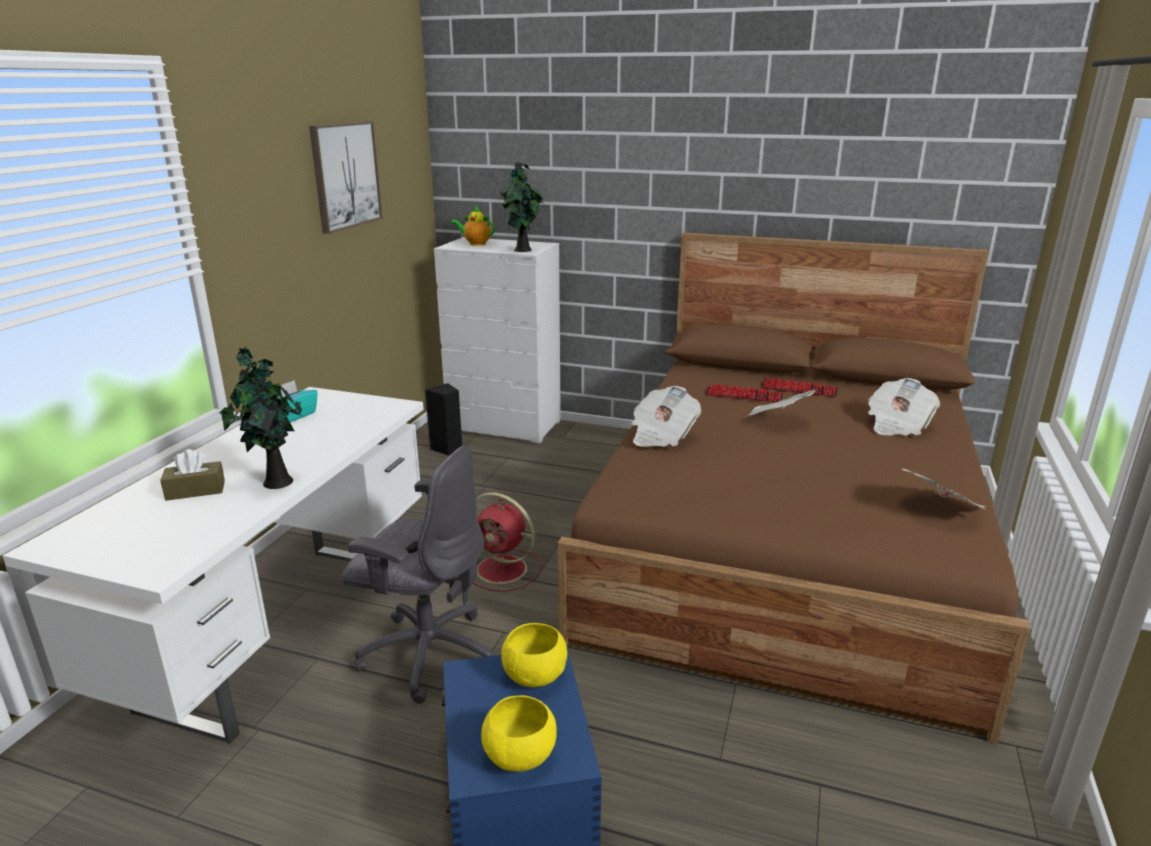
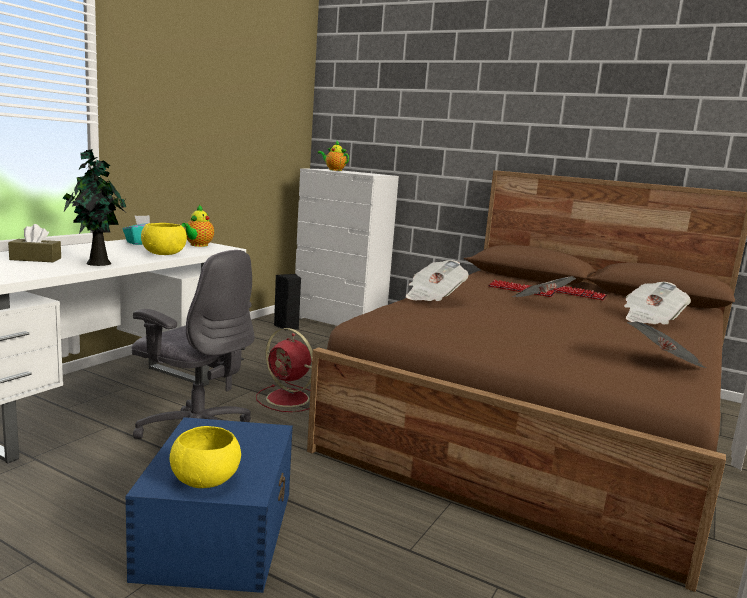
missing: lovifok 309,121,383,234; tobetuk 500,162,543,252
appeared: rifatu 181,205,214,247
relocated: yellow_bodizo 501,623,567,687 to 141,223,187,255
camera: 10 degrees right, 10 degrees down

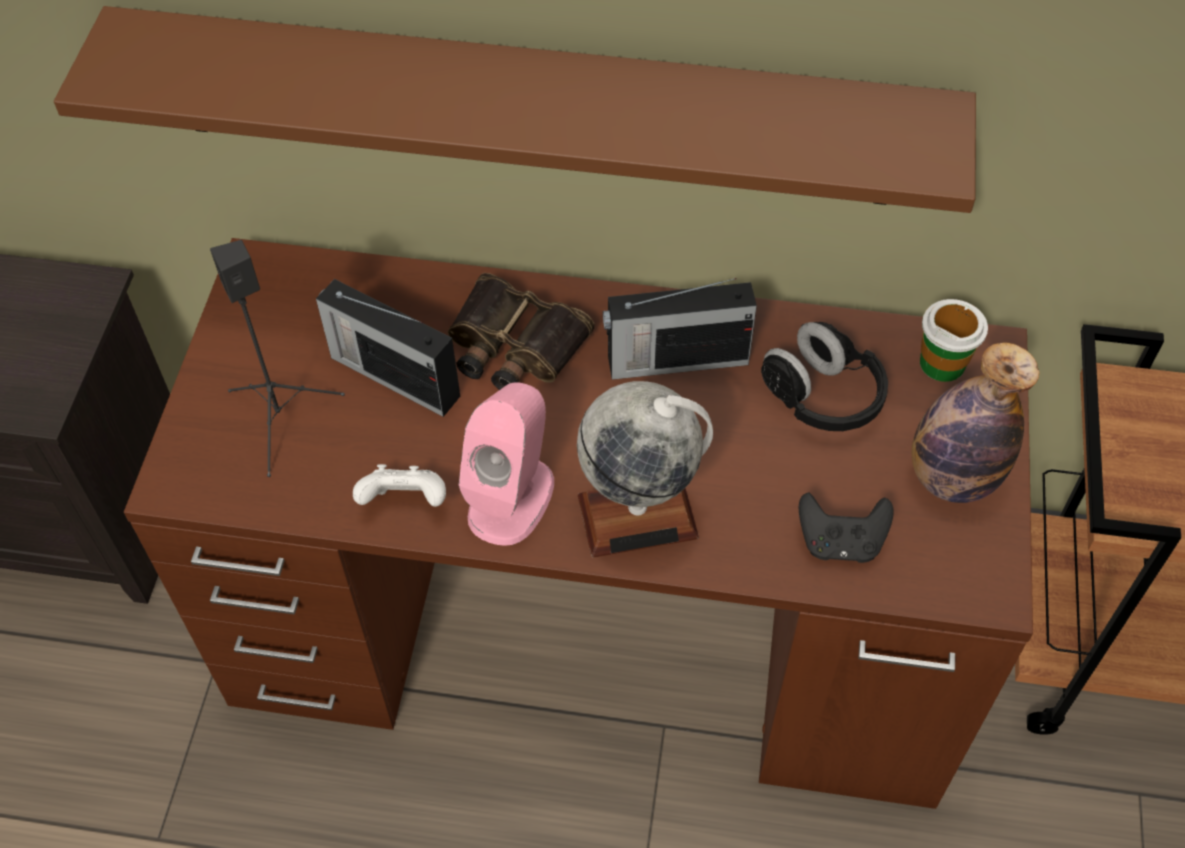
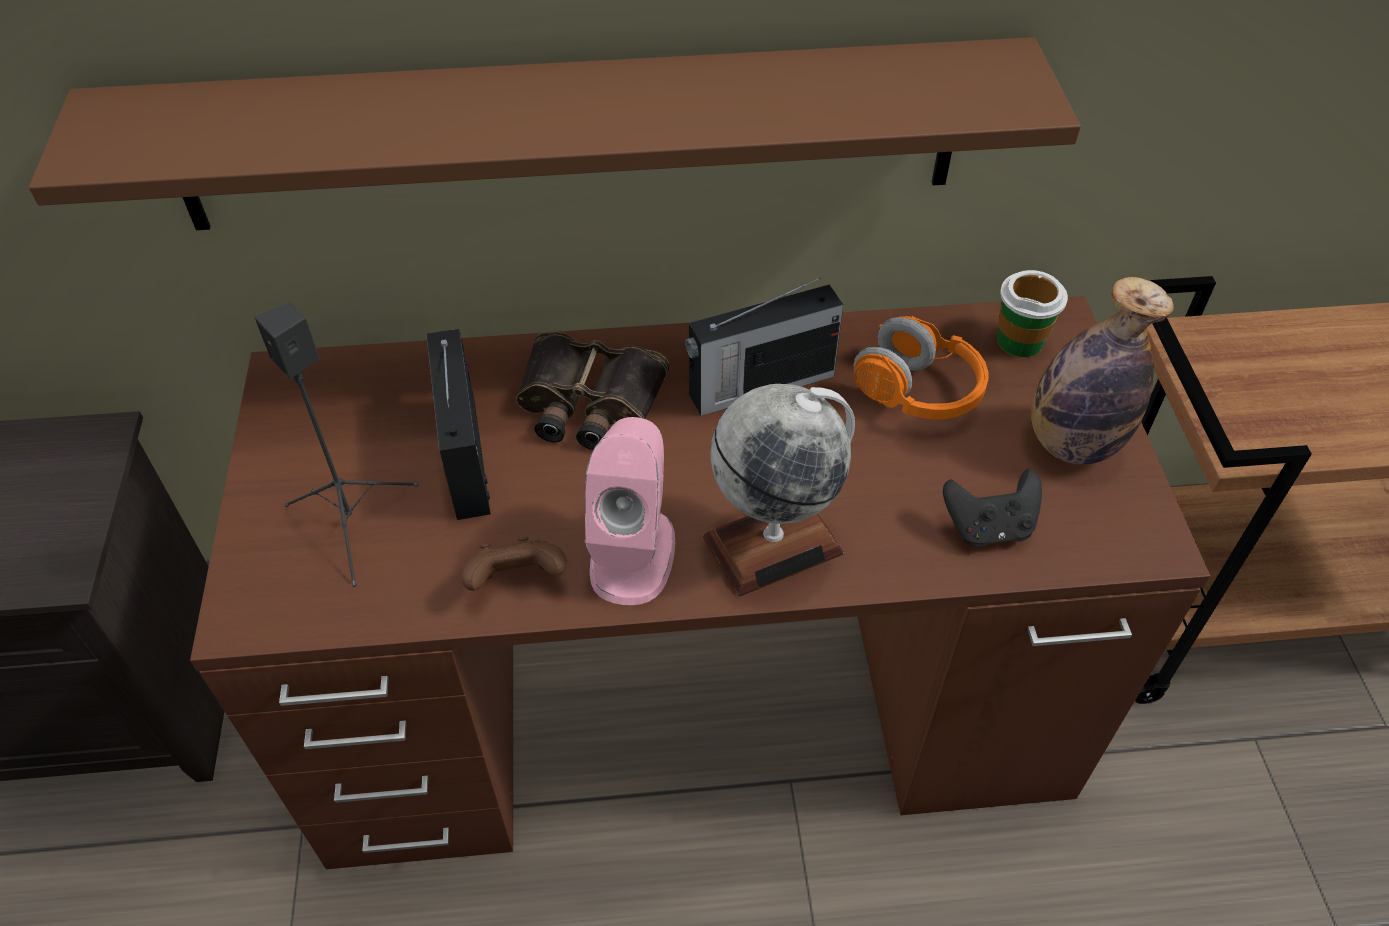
colour: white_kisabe 353,464,446,507 to brown_kisabe 461,537,567,591; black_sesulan 761,322,888,431 to orange_sesulan 854,316,989,419
spun: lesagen 316,279,460,417 = 426,329,490,520 60 degrees clockwise
camera: 15 degrees left, 5 degrees down

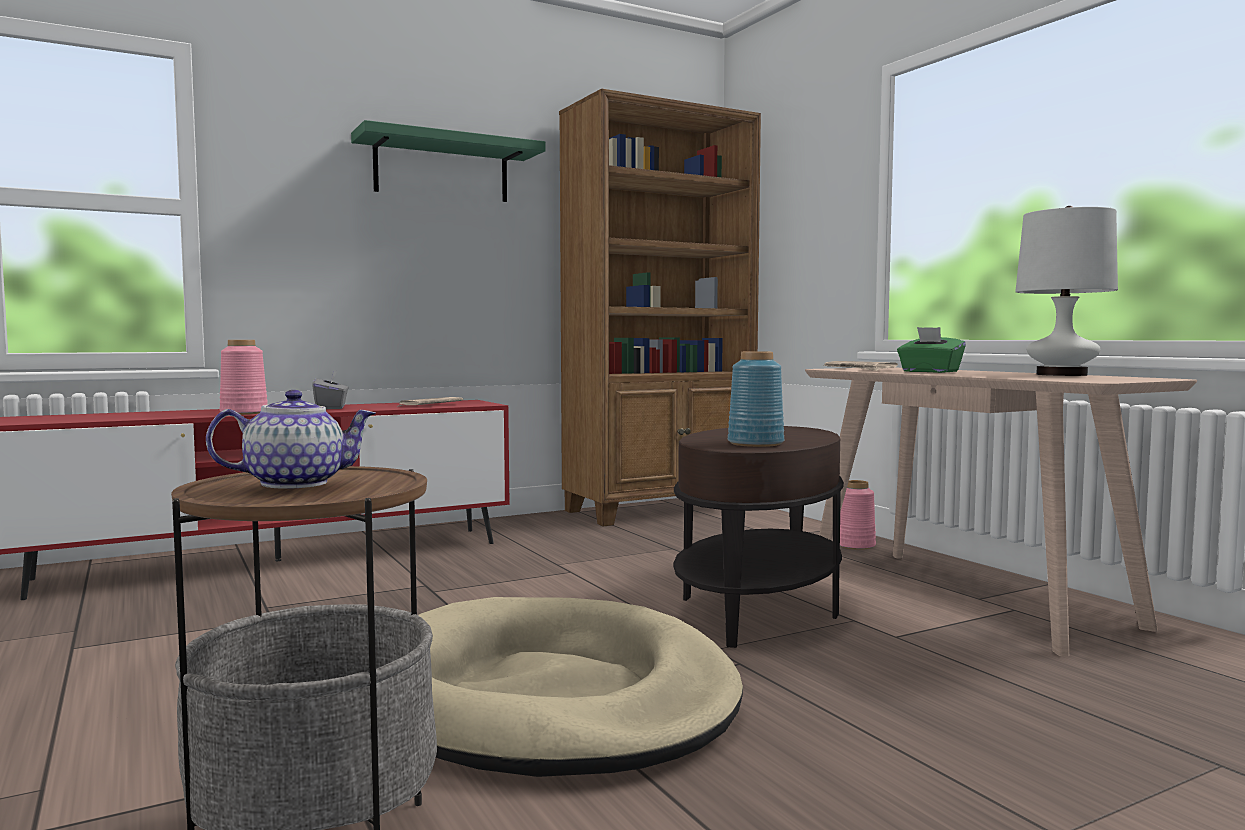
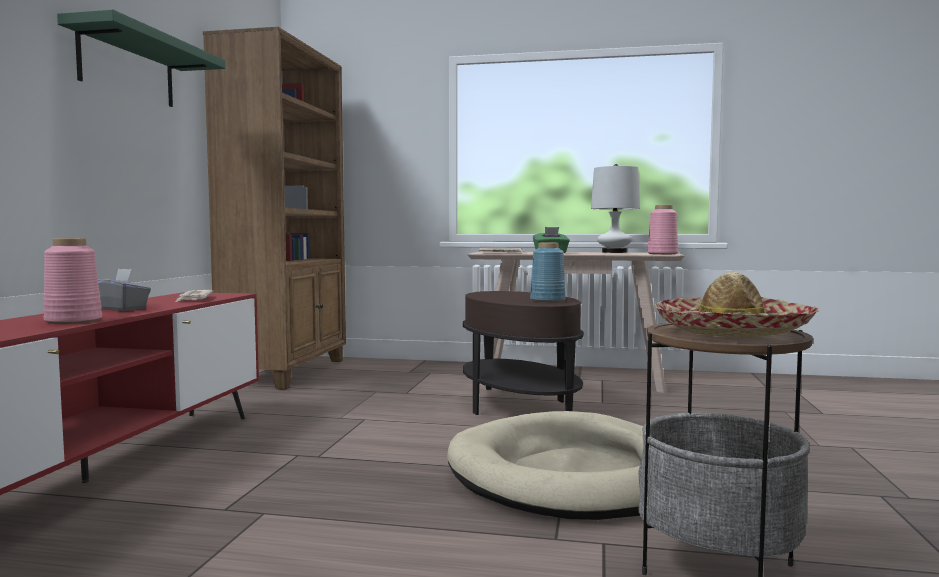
relocated: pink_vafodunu 840,480,876,550 to 647,205,678,255
exchanged: rifatu 206,390,376,489 to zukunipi 654,272,819,337
camera: 50 degrees left, 0 degrees up

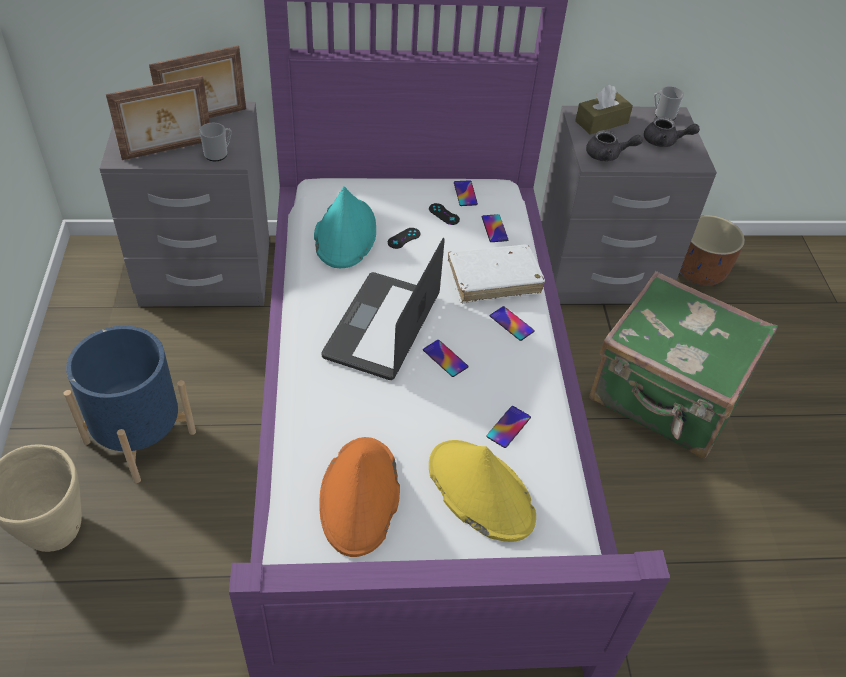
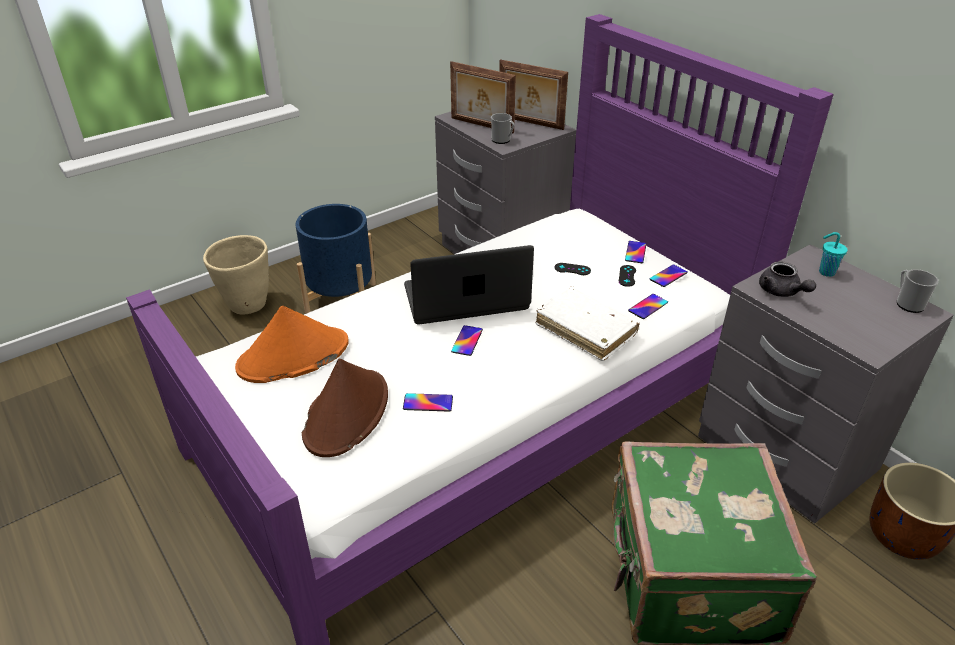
missing: turquoise_zukunipi 314,187,376,268; grey_rifatu 644,117,700,147
relocated: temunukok 490,306,535,341 to 625,241,646,263
exchanged: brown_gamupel 575,85,633,134 to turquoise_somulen 819,232,847,277
colour: yellow_zukunipi 429,440,536,542 to brown_zukunipi 302,358,388,457
camera: 60 degrees right, 10 degrees down

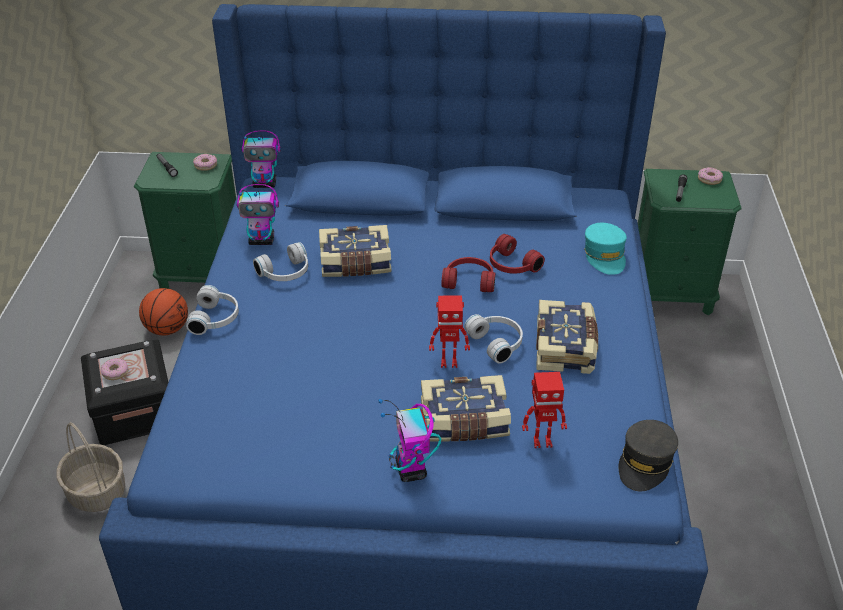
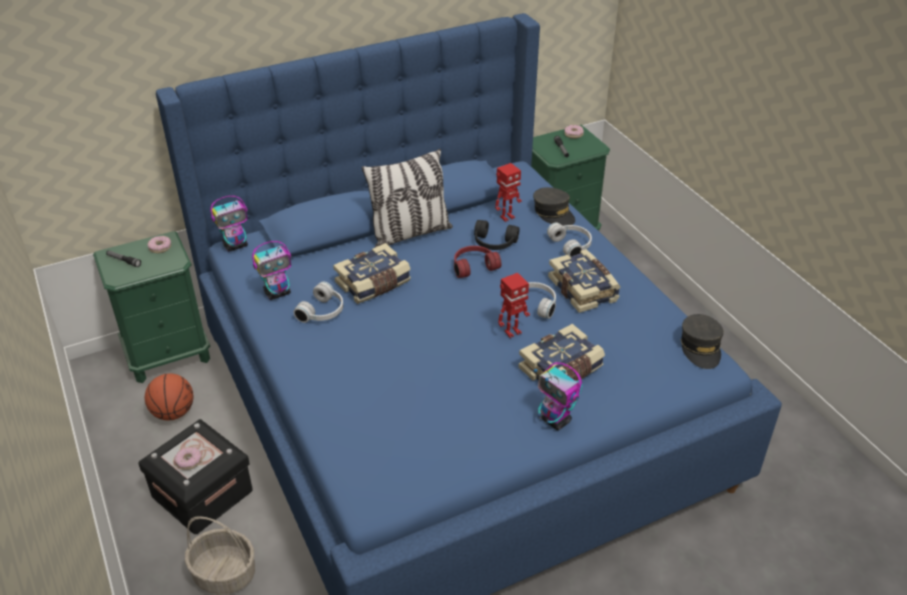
appeared: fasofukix 362,149,453,247
relocated: white_sesulan 186,285,239,335 to 547,222,592,257; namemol 522,372,567,448 to 495,163,522,222
colour: red_sesulan 490,234,545,274 to black_sesulan 474,220,519,250; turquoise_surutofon 584,223,627,275 to grey_surutofon 533,187,575,226
camera: 30 degrees left, 0 degrees up

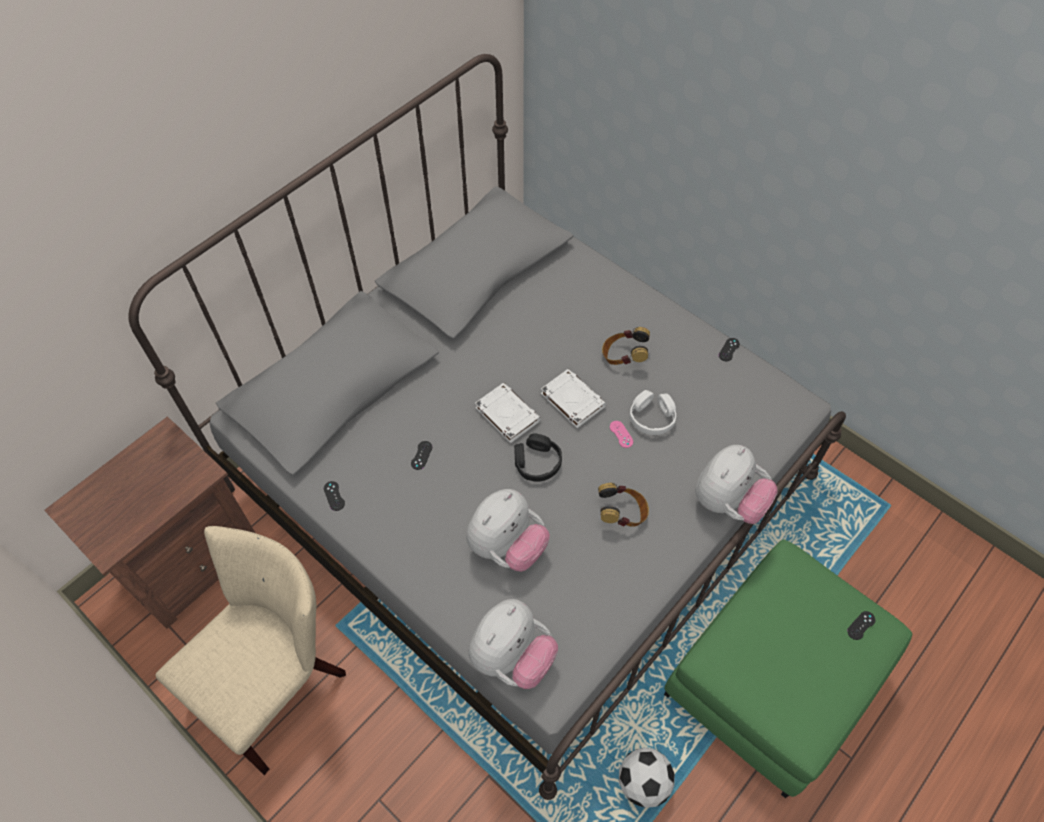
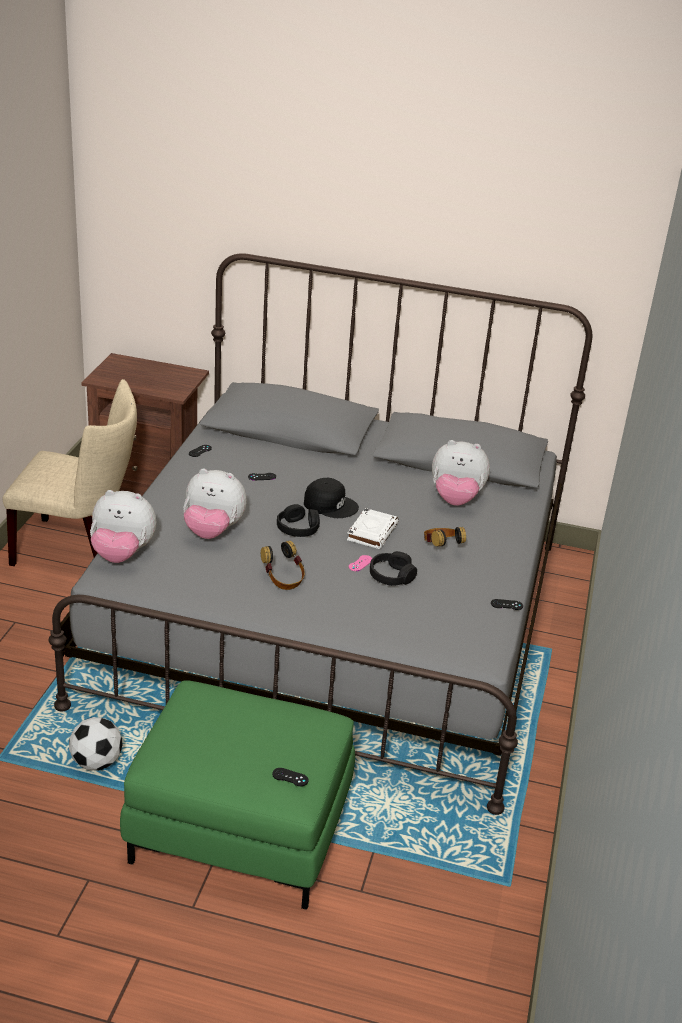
relocated: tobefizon 695,445,778,524 to 432,440,490,506
exchanged: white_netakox 475,383,541,443 to black_surutofon 304,478,359,518
colour: white_sesulan 629,390,676,435 to black_sesulan 370,551,417,586
camera: 60 degrees right, 25 degrees down

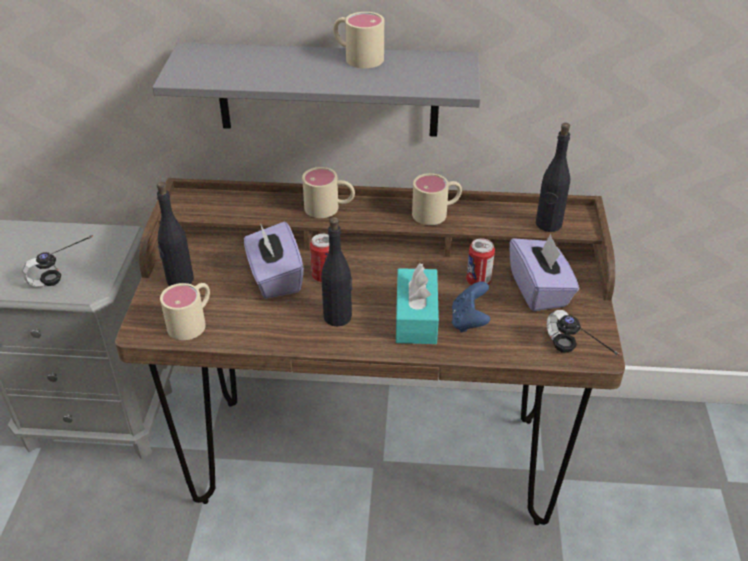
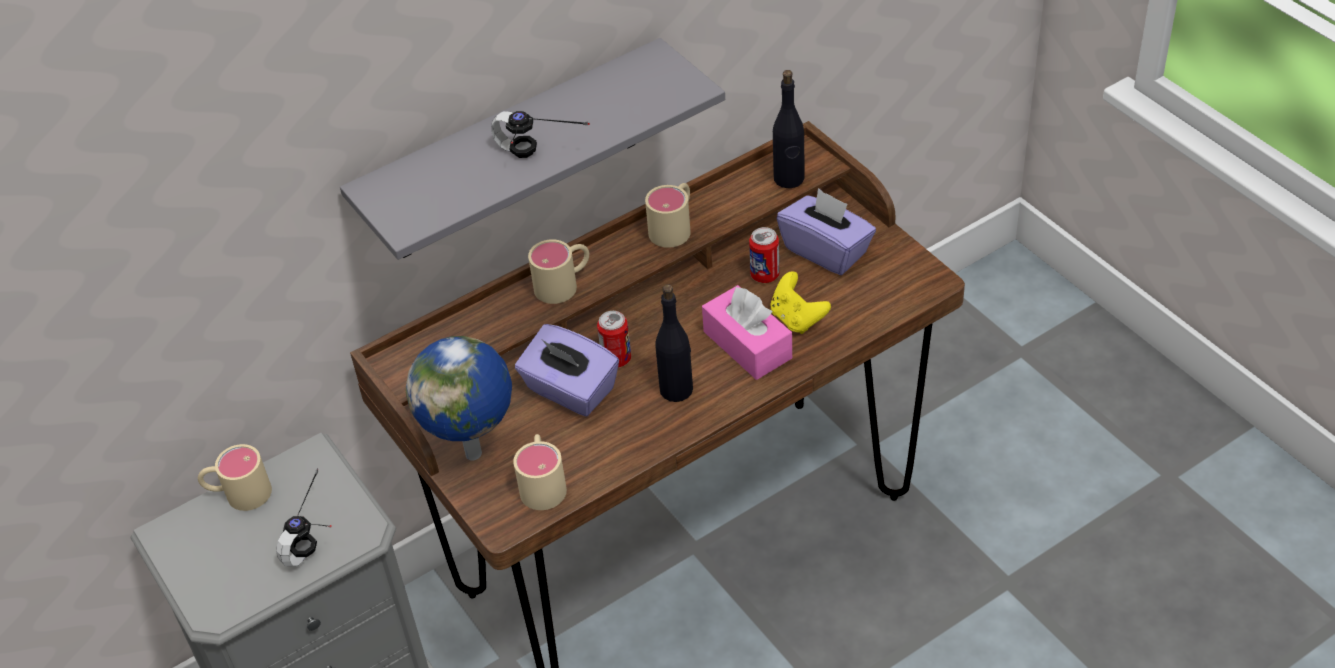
relocated: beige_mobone 333,12,384,68 to 198,444,272,511; sesulan 546,310,620,356 to 491,111,590,158
exchanged: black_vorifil 157,182,194,286 to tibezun 406,336,512,461
colour: turquoise_gamupel 396,263,439,344 to pink_gamupel 702,285,792,380; blue_kisabe 452,281,490,333 to yellow_kisabe 770,271,831,334
camera: 35 degrees left, 5 degrees up

